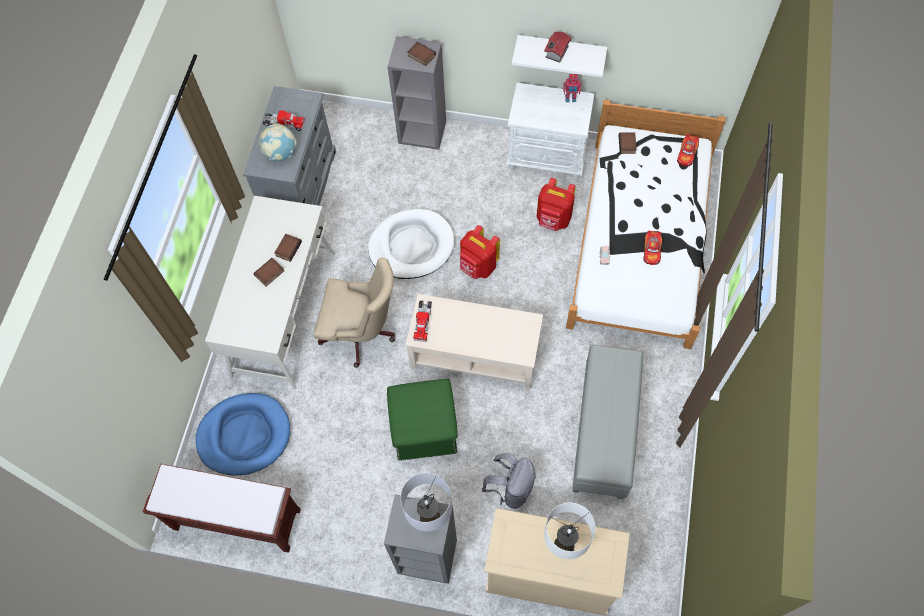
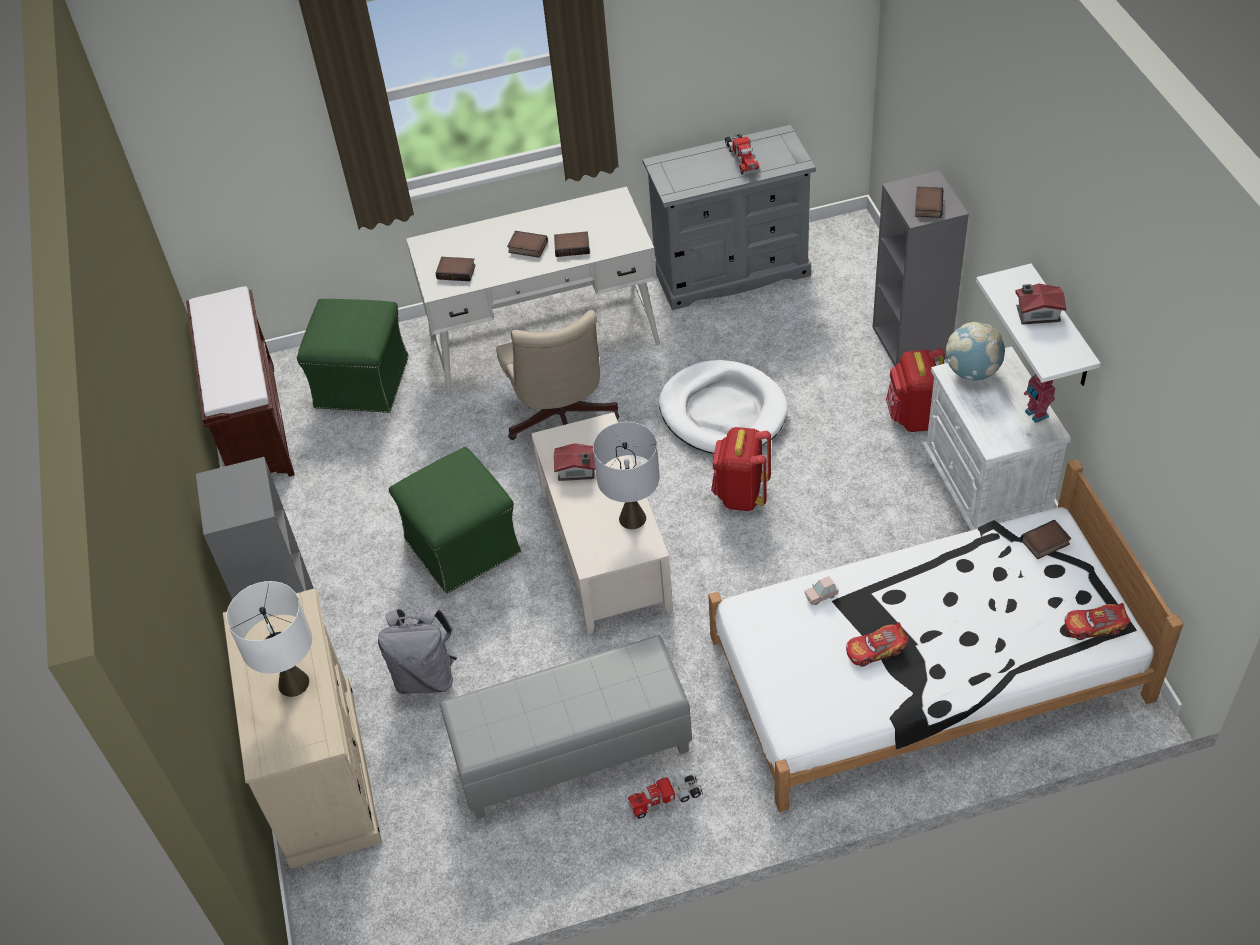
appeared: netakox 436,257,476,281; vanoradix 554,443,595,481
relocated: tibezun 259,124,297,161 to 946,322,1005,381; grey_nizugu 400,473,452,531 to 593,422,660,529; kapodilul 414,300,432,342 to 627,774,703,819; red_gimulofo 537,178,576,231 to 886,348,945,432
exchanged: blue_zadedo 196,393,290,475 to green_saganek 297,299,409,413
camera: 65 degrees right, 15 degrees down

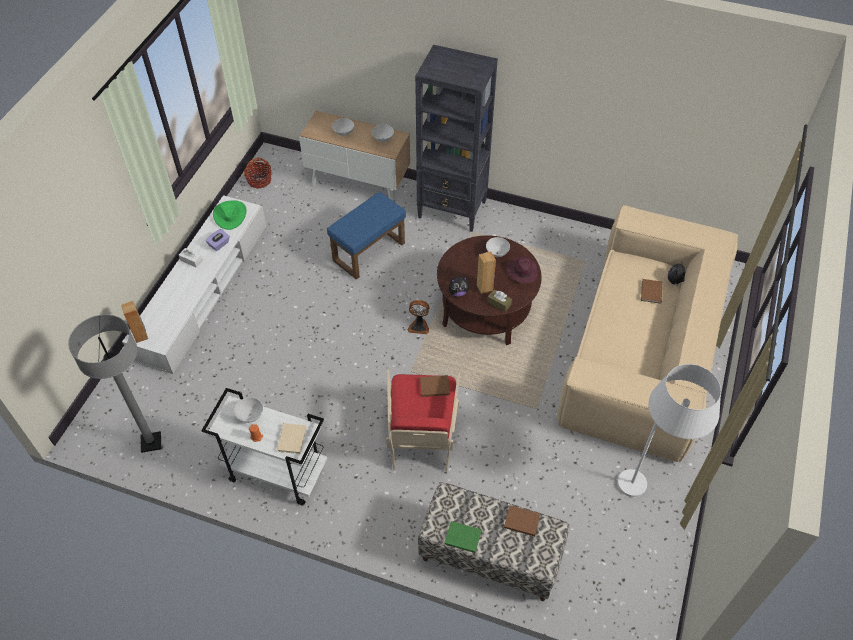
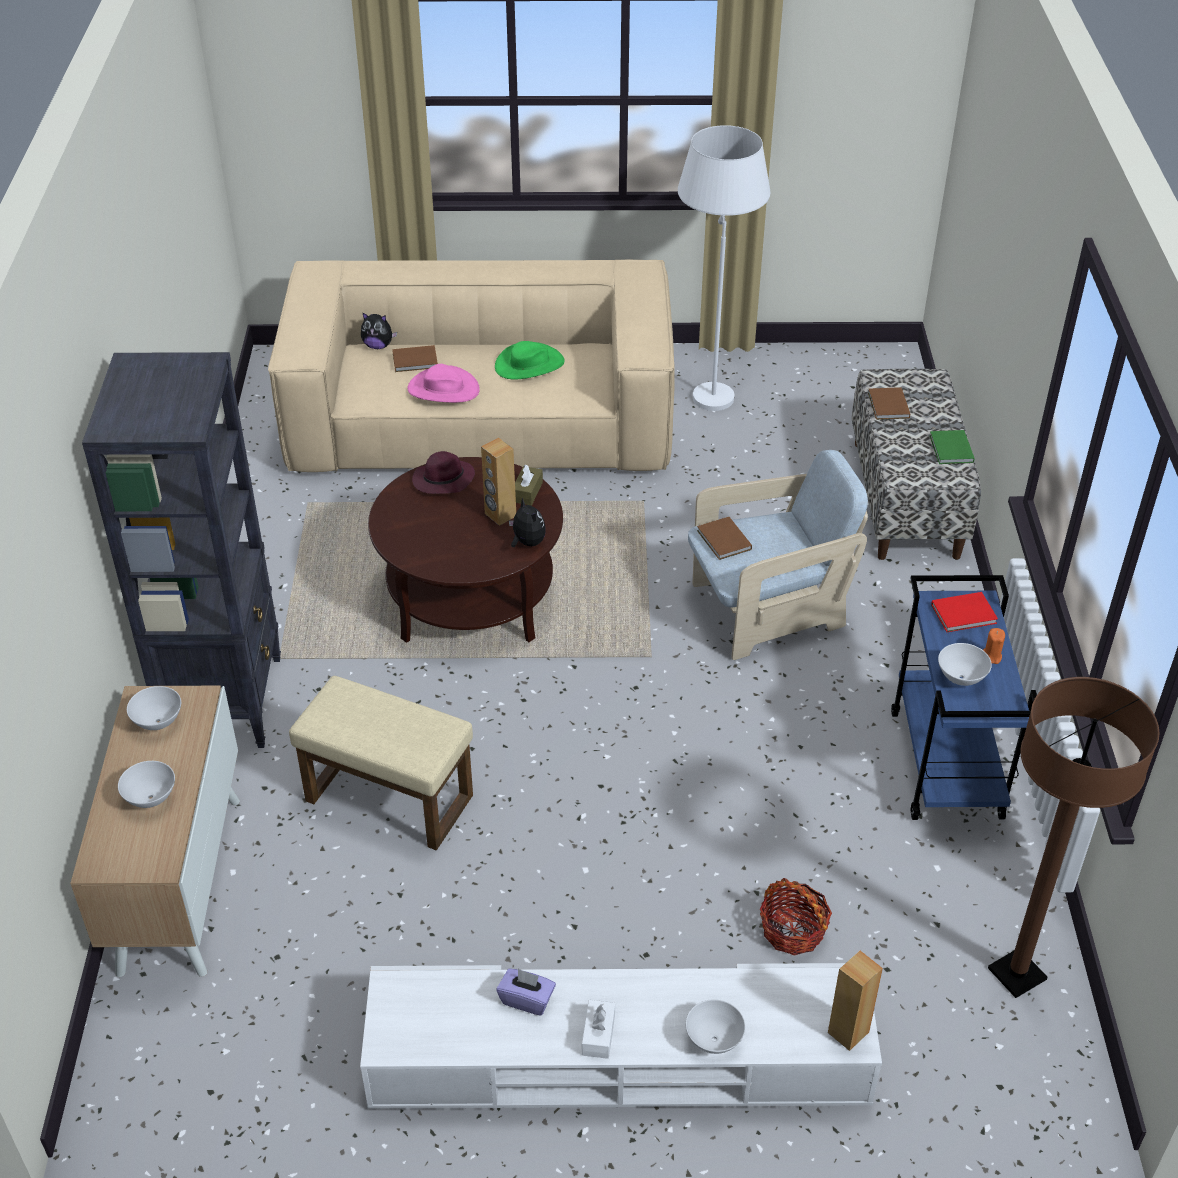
missing: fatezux 408,300,429,334
appeared: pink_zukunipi 407,364,480,403
relocated: green_zukunipi 213,200,247,230 to 495,341,565,380; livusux 244,158,272,189 to 760,878,832,956; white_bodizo 486,237,510,257 to 686,999,745,1054
colour: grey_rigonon 68,314,161,453 to brown_rigonon 988,677,1160,998; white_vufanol 201,388,327,506 to blue_vufanol 891,575,1037,820; beige_netakox 277,423,306,454 to red_netakox 931,592,998,632; blue_saganek 327,192,406,280 to beige_saganek 289,676,473,851; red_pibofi 386,369,460,472 to beige_pibofi 688,450,868,660
camera: 110 degrees left, 10 degrees down

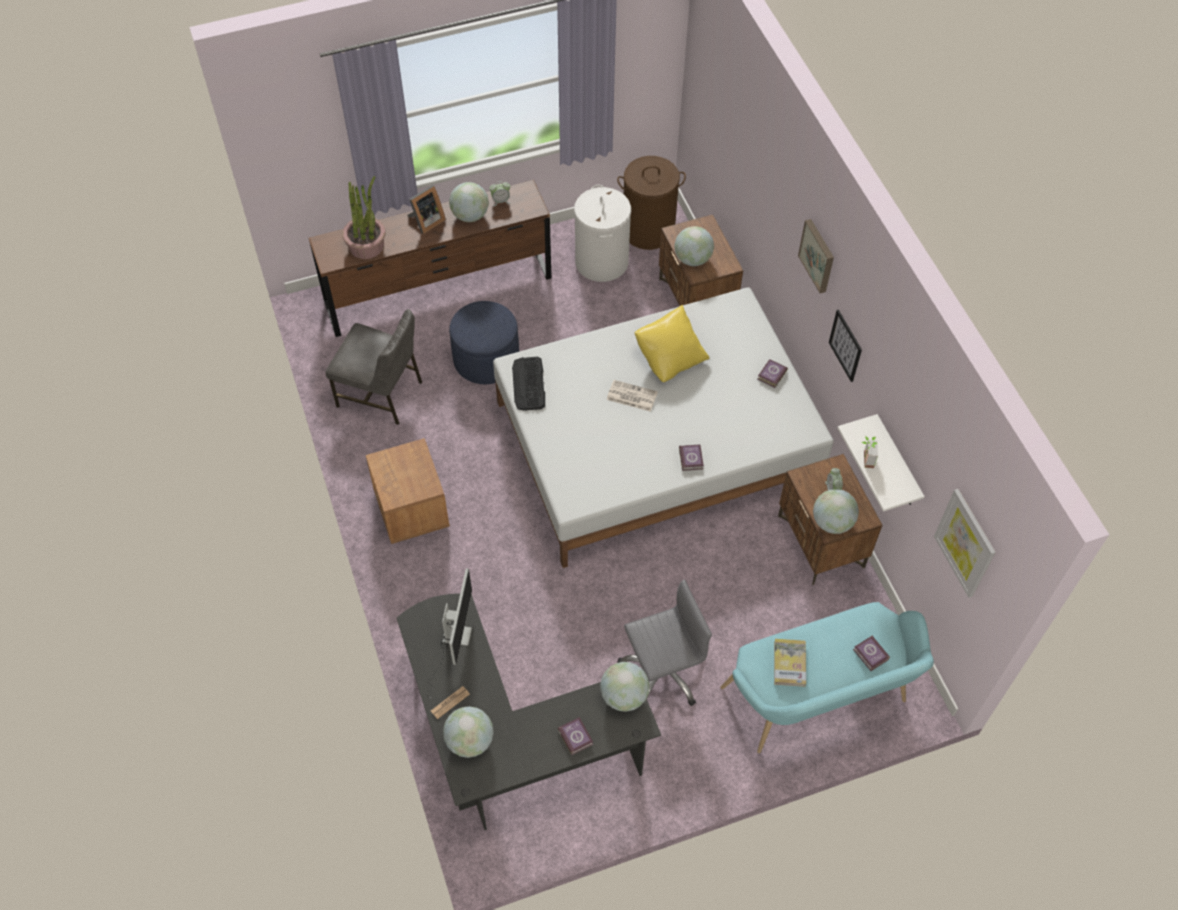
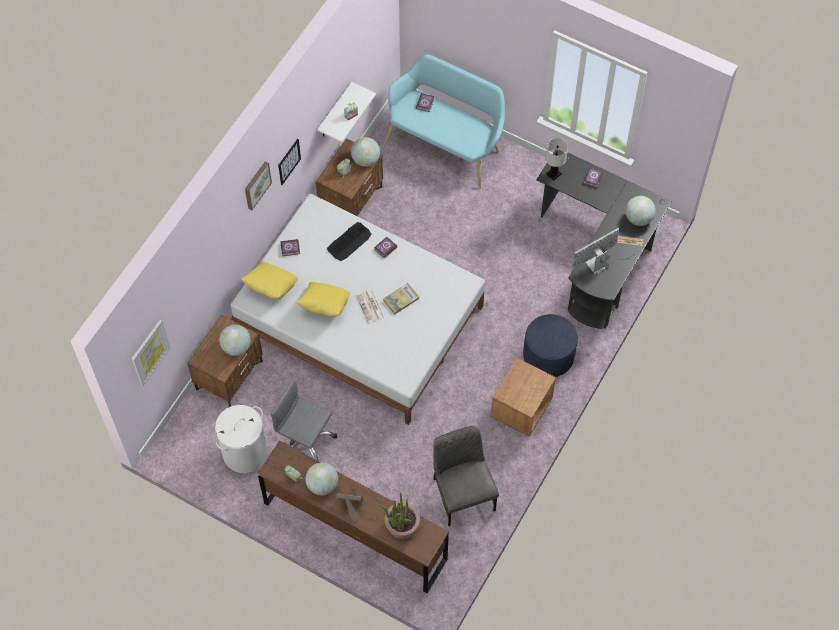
missing: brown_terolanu 617,156,686,250
appeared: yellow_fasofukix 241,262,298,299
relocated: blue_saganek 449,301,519,384 to 523,314,578,377; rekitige 512,357,545,411 to 327,222,371,261; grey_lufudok 617,580,712,706 to 270,378,337,461; netakox 774,639,806,687 to 383,283,419,315; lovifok 934,489,996,598 to 131,320,170,386
exchanged: tibezun 600,662,649,712 to white_nizugu 545,138,568,180
camera: 130 degrees left, 5 degrees up

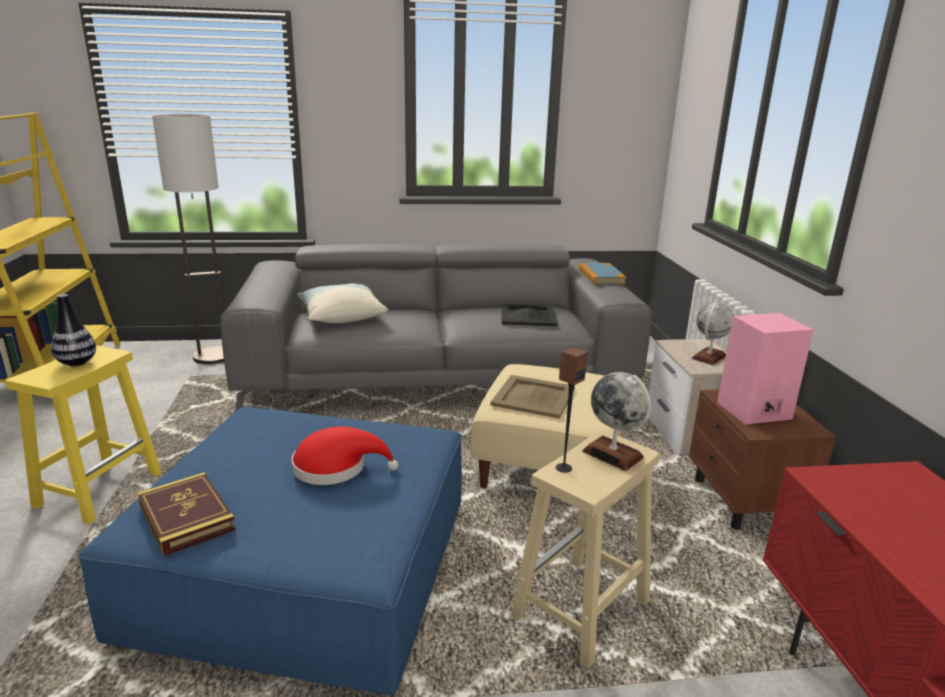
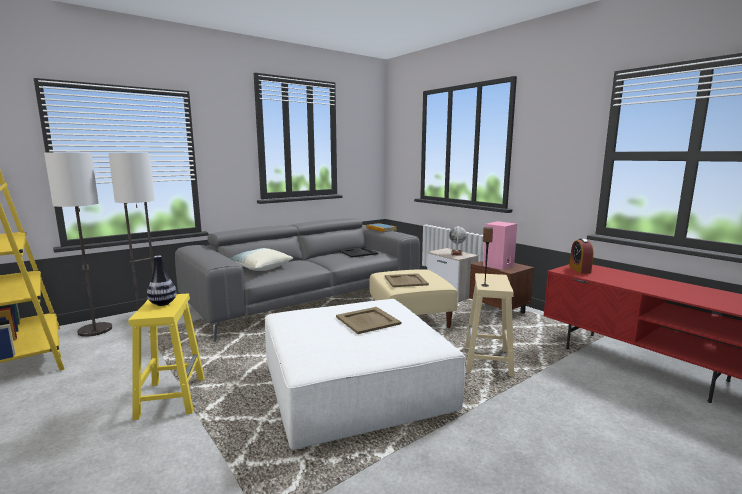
missing: netakox 138,472,236,556; tibezun 582,372,651,471
appeared: rigonon 44,152,112,337; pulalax 569,238,593,274
exchanged: red_zukunipi 292,427,398,485 to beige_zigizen 336,307,401,334
colour: blue_saganek 78,407,462,695 to white_saganek 265,299,465,450
camera: 30 degrees left, 10 degrees down

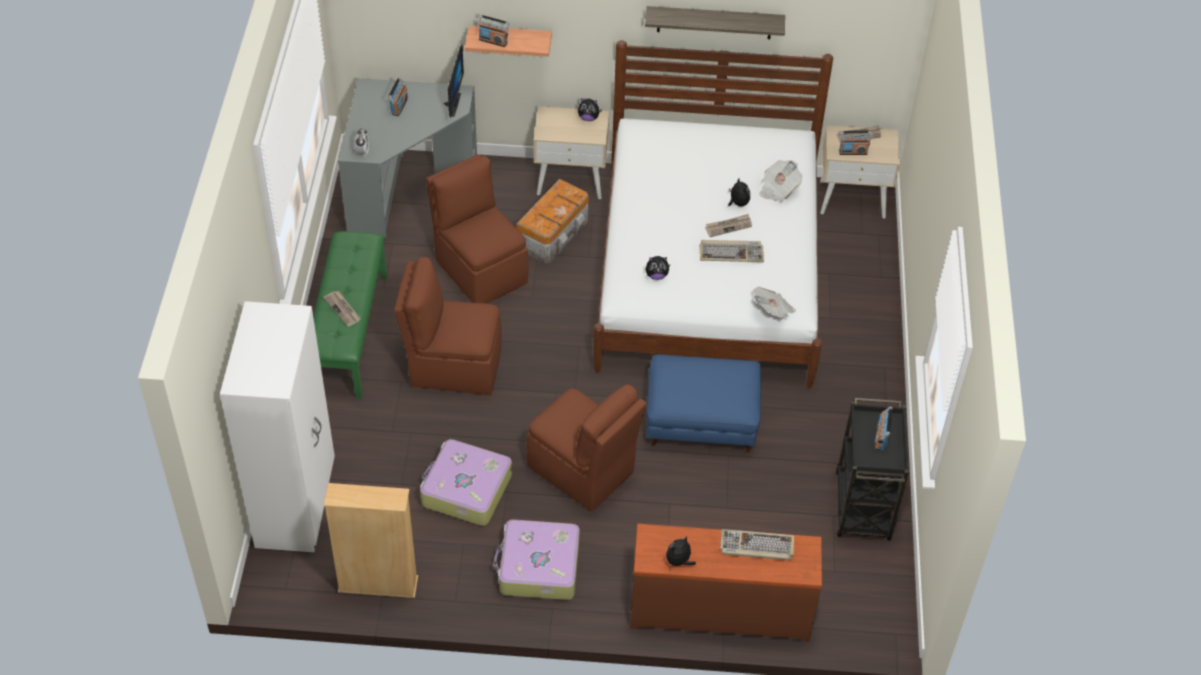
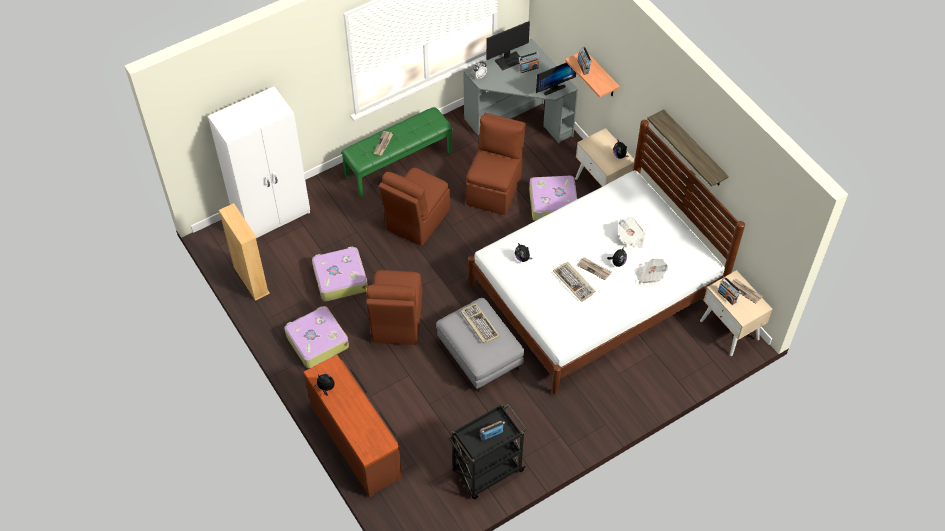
appeared: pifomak 486,21,530,71
relocated: rekitige 720,529,794,561 to 461,303,500,343; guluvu 753,287,796,318 to 618,217,646,248
exchanged: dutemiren 516,179,589,263 to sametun 529,176,577,221
colour: blue_saganek 646,354,761,452 to grey_saganek 436,298,524,392
spun: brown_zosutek 394,257,502,395 = 379,168,450,246 120 degrees counterclockwise
camera: 55 degrees right, 5 degrees up

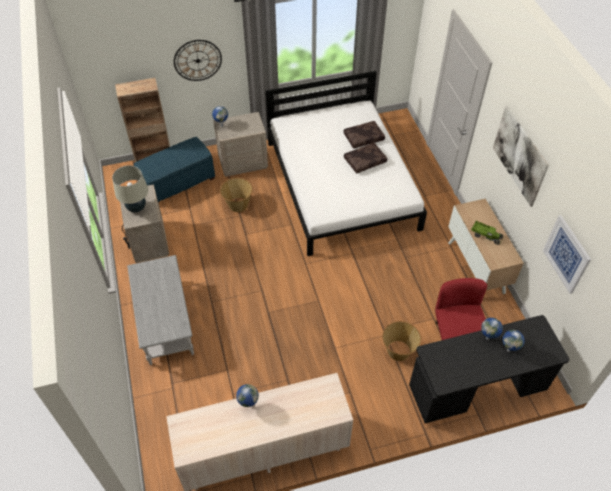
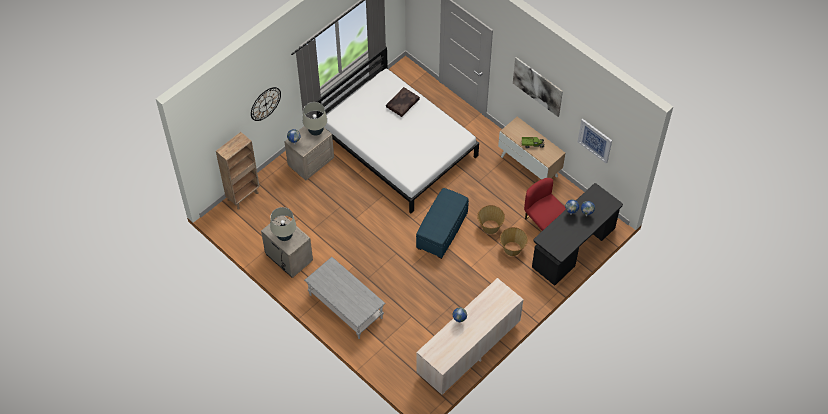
missing: brown_fasofukix 344,143,387,173
appeared: beige_nizugu 303,102,327,136
relocated: blue_saganek 134,137,215,203 to 416,188,469,259; livusux 220,178,253,212 to 477,205,505,234
camera: 30 degrees left, 5 degrees up

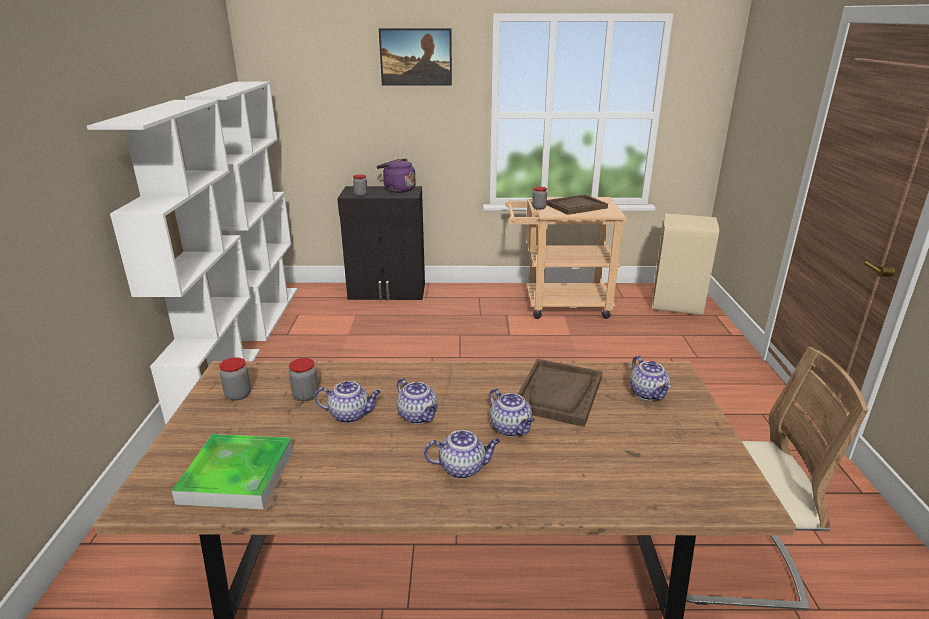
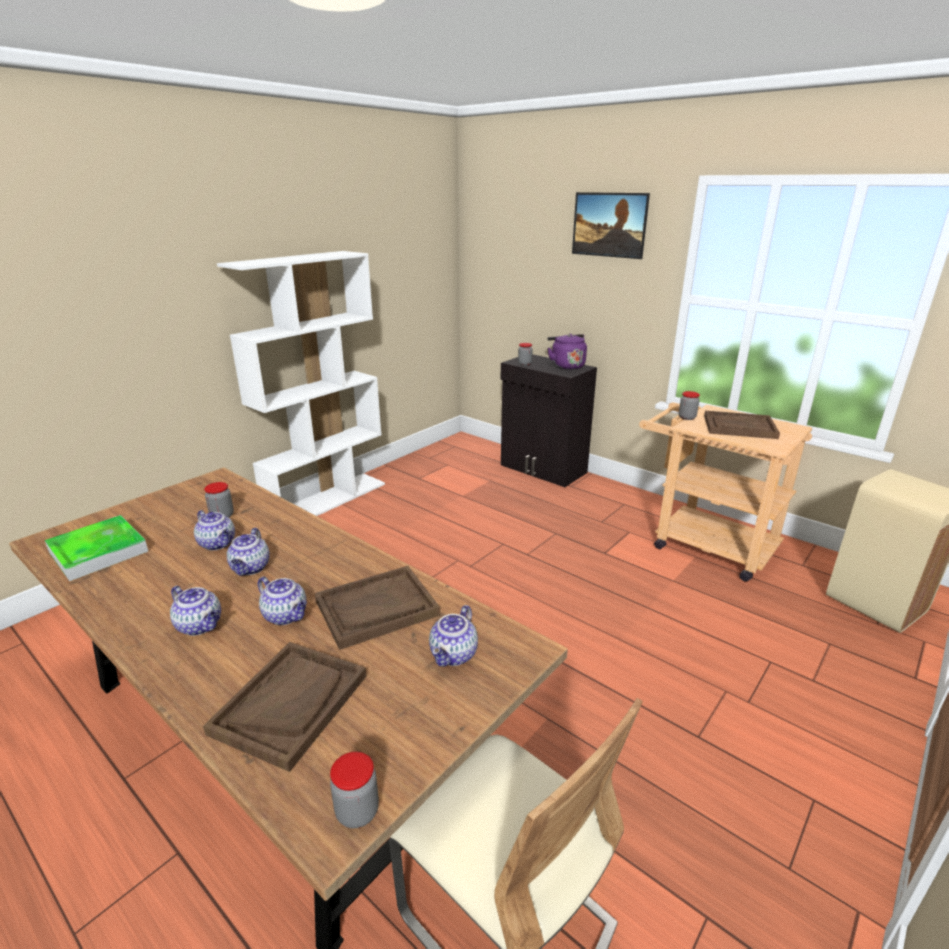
missing: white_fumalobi 185,82,297,341
appeared: brown_zigizen 203,642,367,772
relocated: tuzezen 219,357,251,400 to 330,752,379,828
spun: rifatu 489,388,535,437 = 258,577,307,625 60 degrees counterclockwise
camera: 40 degrees right, 0 degrees up

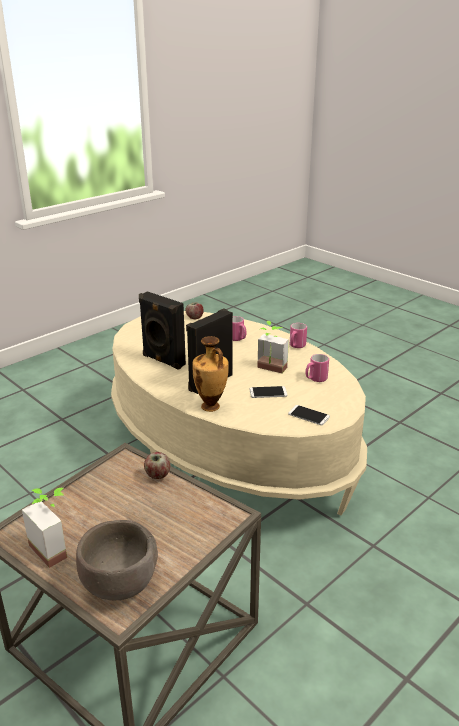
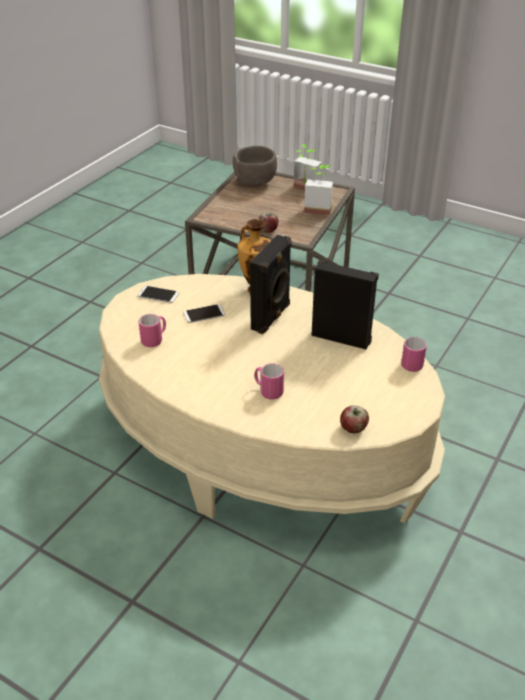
relocated: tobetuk 257,321,289,373 to 304,165,333,216; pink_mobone 290,323,307,348 to 401,337,427,372
camera: 165 degrees right, 10 degrees up

